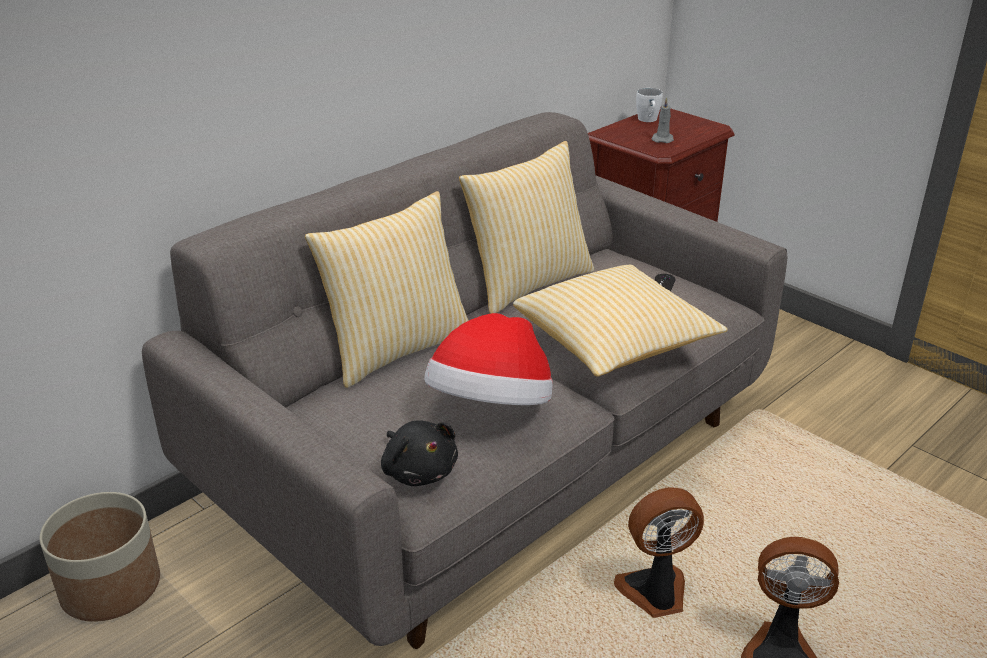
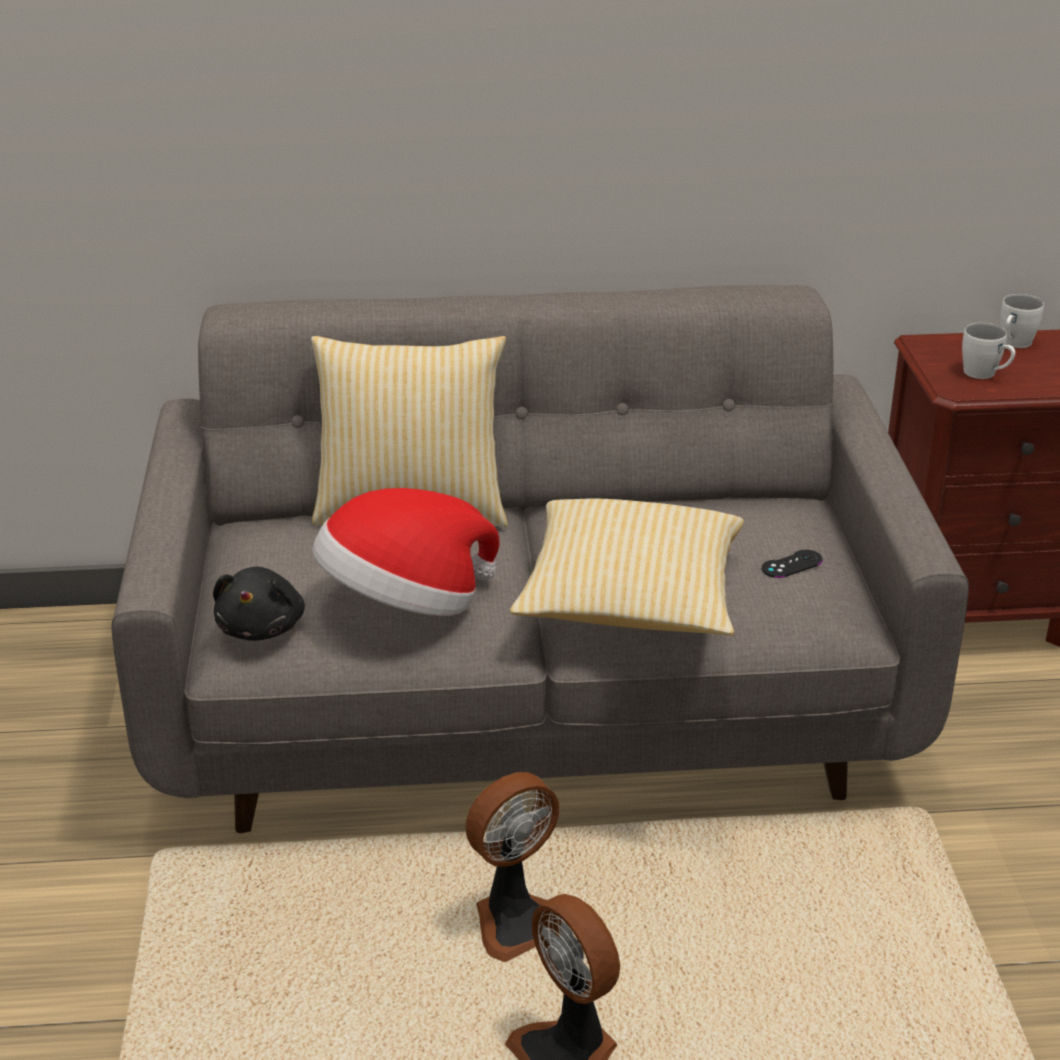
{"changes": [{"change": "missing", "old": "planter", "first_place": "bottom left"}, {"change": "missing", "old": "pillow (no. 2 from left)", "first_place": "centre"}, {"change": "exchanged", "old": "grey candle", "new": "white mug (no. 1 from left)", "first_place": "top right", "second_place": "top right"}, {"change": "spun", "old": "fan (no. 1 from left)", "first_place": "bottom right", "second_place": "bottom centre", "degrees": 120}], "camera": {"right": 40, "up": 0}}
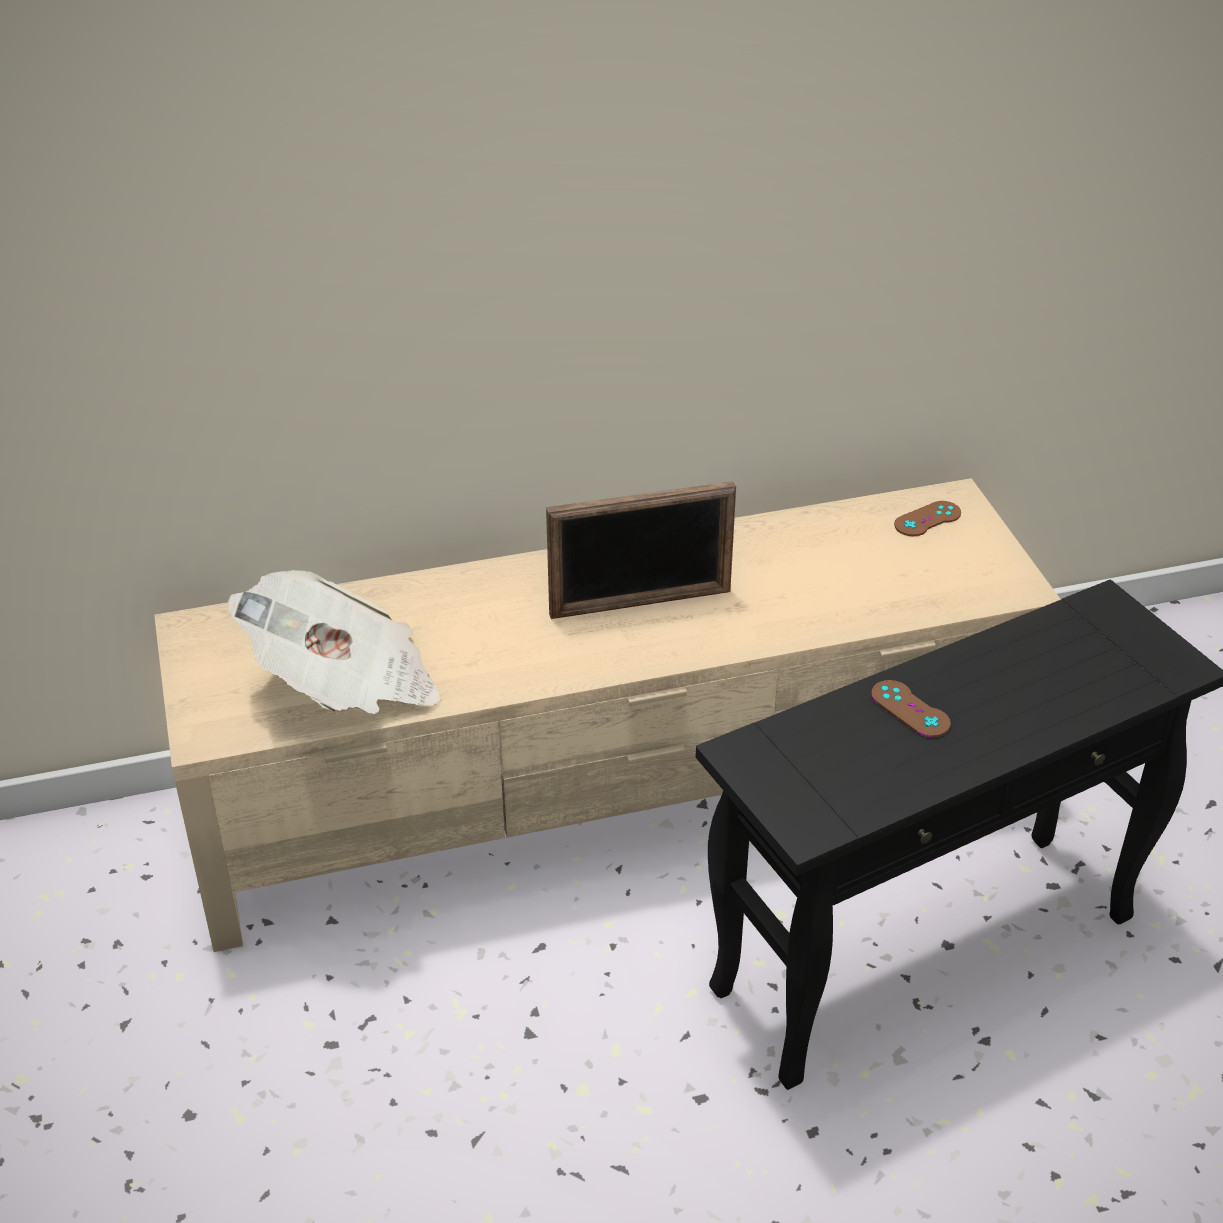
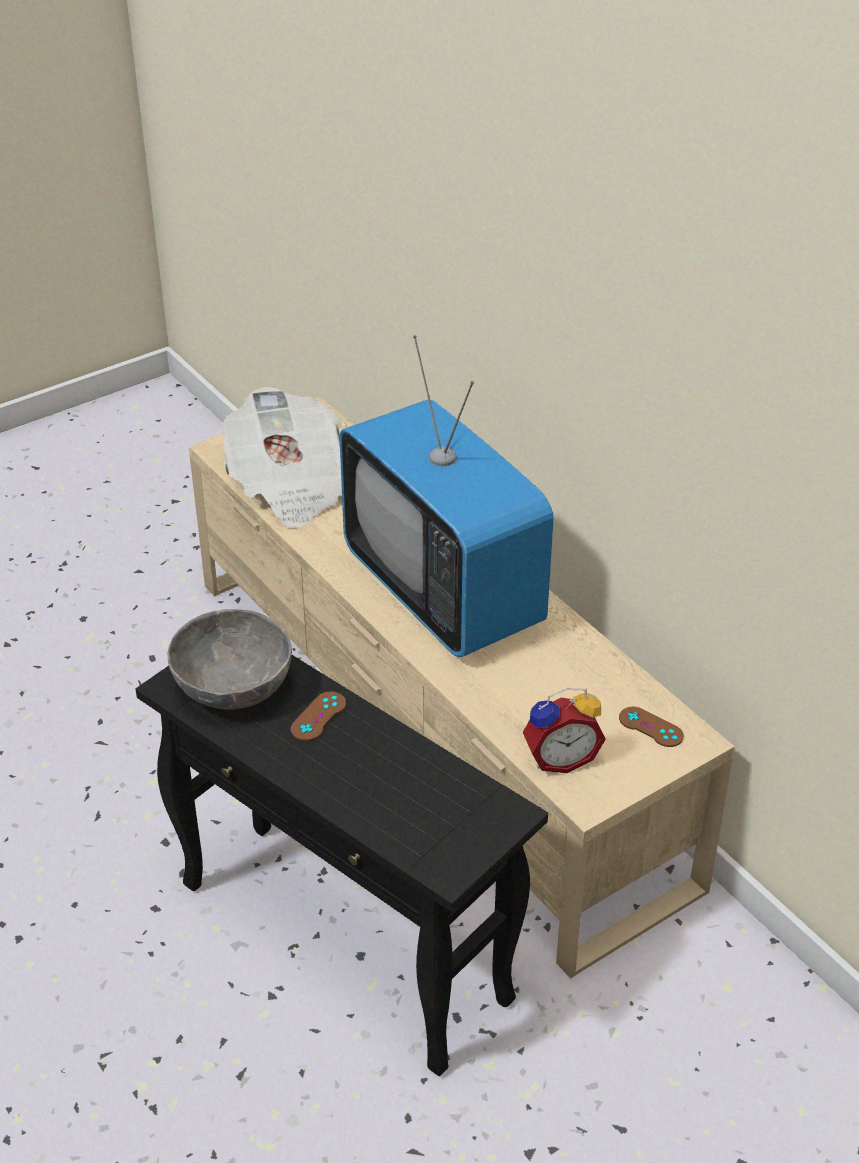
{"changes": [{"change": "appeared", "new": "grey bowl", "second_place": "middle left"}, {"change": "appeared", "new": "alarm clock", "second_place": "centre"}, {"change": "exchanged", "old": "picture frame", "new": "television", "first_place": "centre", "second_place": "centre"}], "camera": {"right": 70, "up": 0}}
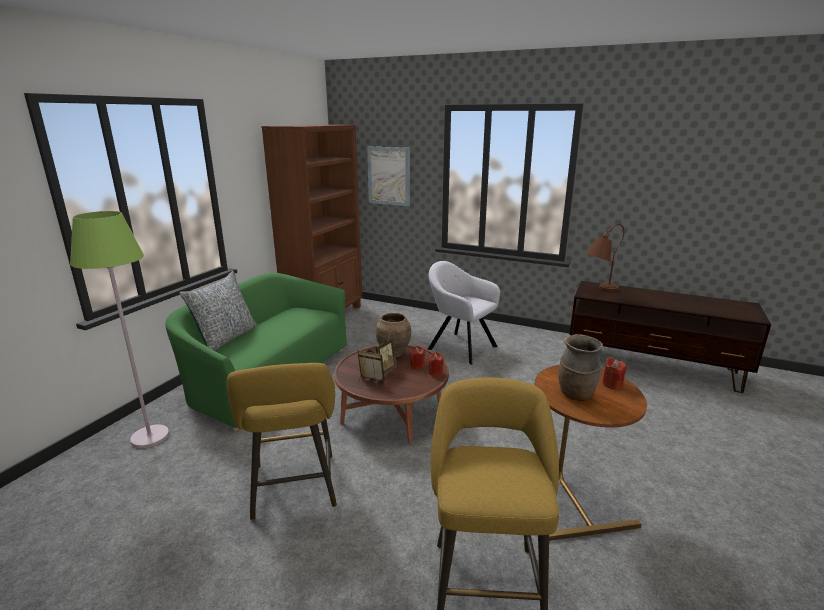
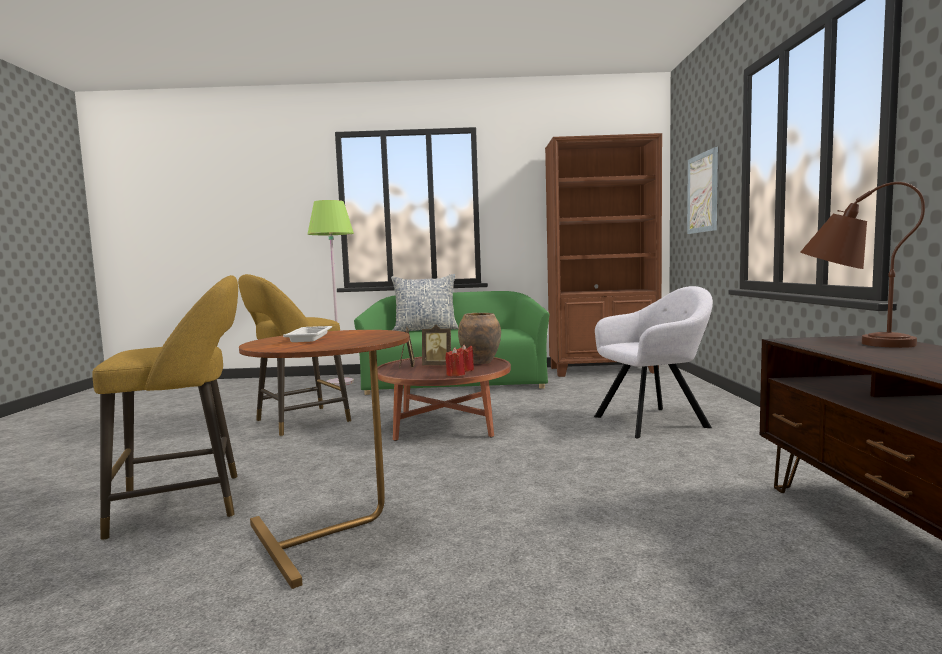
{"changes": [{"change": "missing", "old": "red candle (no. 3 from left)", "first_place": "middle right"}, {"change": "exchanged", "old": "brown vase (no. 2 from left)", "new": "white tray", "first_place": "middle right", "second_place": "middle left"}, {"change": "spun", "old": "grey armchair", "first_place": "centre", "second_place": "middle right", "degrees": 60}], "camera": {"right": 65, "up": -15}}
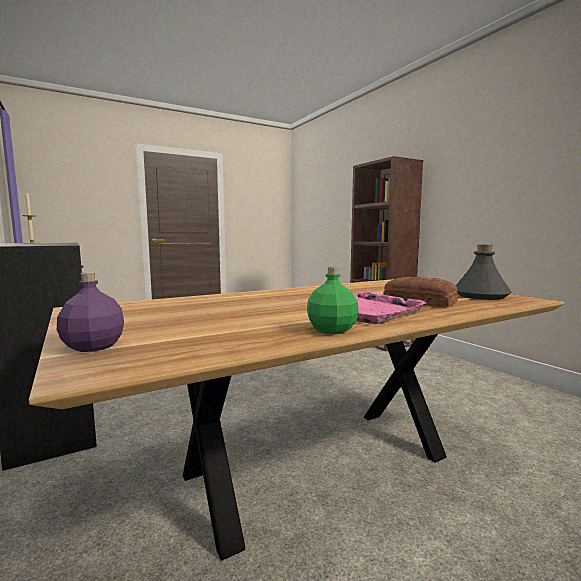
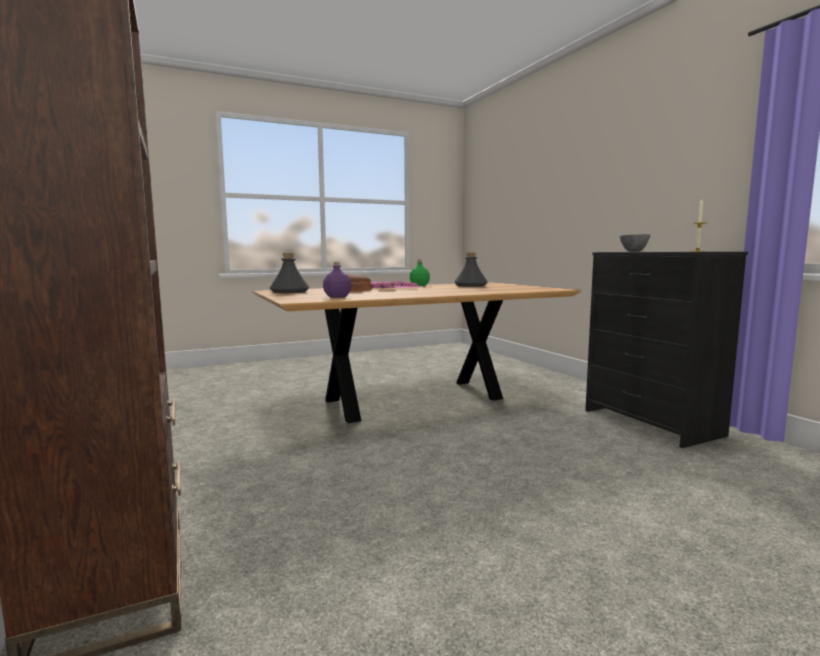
{"changes": [{"change": "appeared", "new": "grey bottle (no. 2 from left)", "second_place": "centre"}, {"change": "appeared", "new": "grey bowl", "second_place": "middle right"}, {"change": "relocated", "old": "purple bottle", "first_place": "middle left", "second_place": "centre"}], "camera": {"right": -175, "up": 0}}
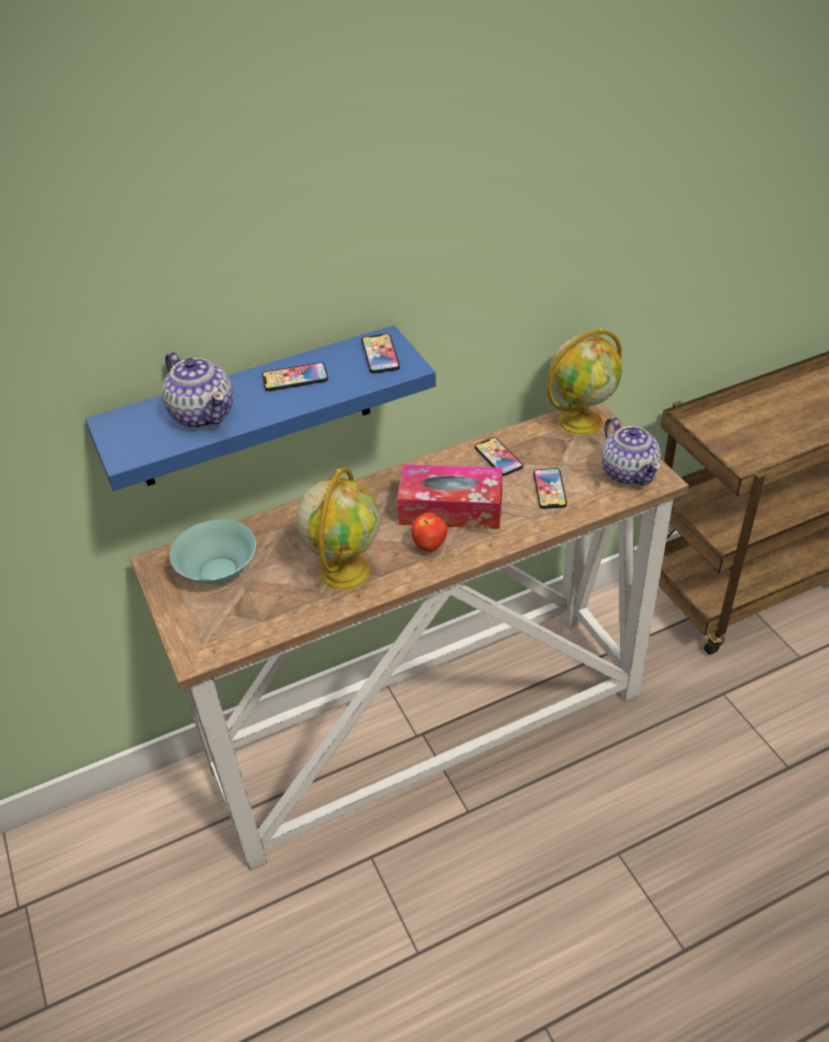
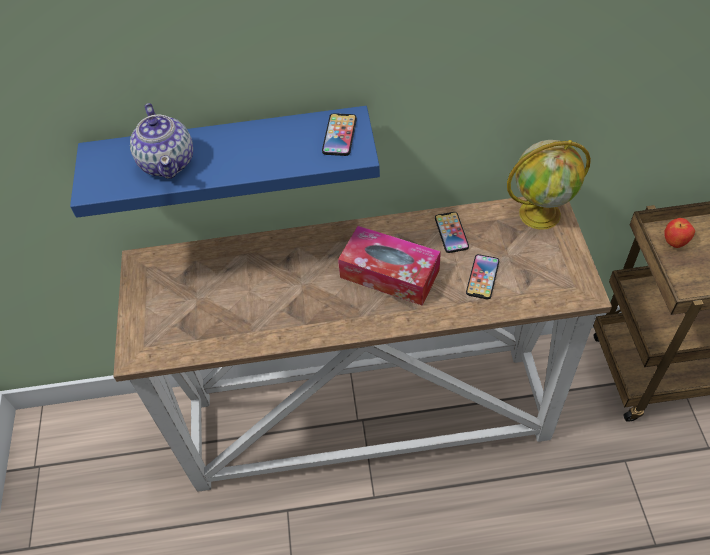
{"changes": [{"change": "missing", "old": "turquoise bowl", "first_place": "middle left"}, {"change": "missing", "old": "phone (no. 1 from left)", "first_place": "centre"}, {"change": "missing", "old": "globe (no. 1 from left)", "first_place": "centre"}, {"change": "missing", "old": "teapot (no. 2 from left)", "first_place": "middle right"}, {"change": "relocated", "old": "apple", "first_place": "centre", "second_place": "middle right"}], "camera": {"right": 20, "up": 10}}
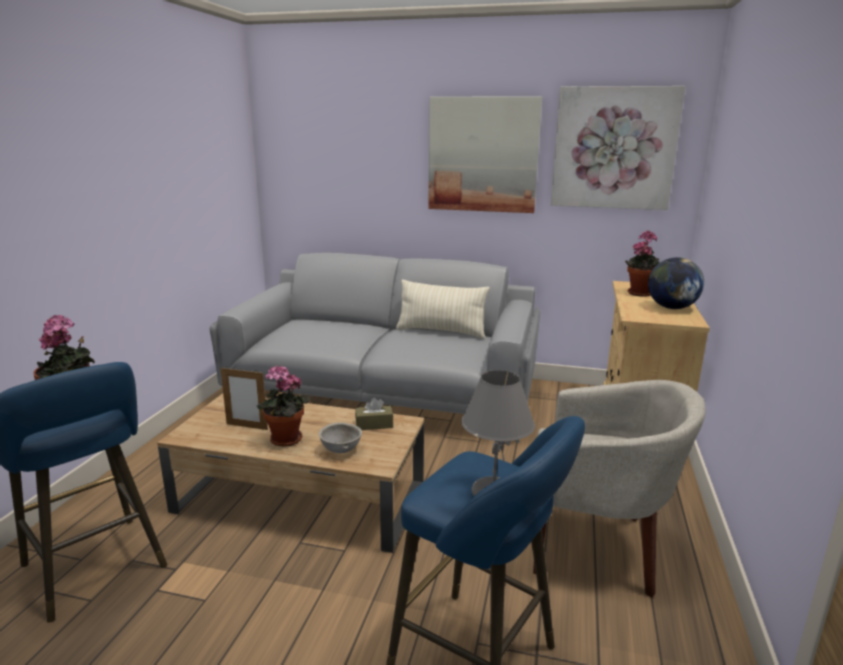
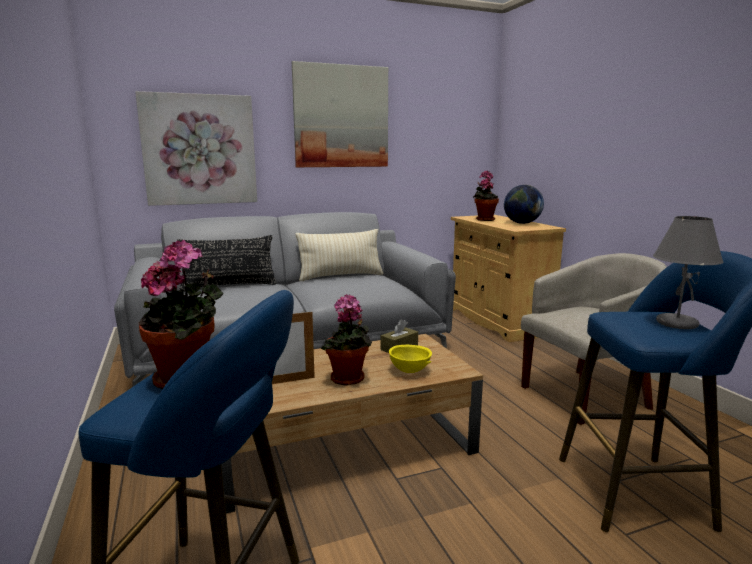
{"changes": [{"change": "appeared", "new": "black pillow", "second_place": "middle left"}, {"change": "relocated", "old": "picture (no. 2 from left in the first image)", "new": "picture (no. 1 from left)", "first_place": "top right", "second_place": "top left"}, {"change": "colour", "old": "grey bowl", "new": "yellow bowl", "first_place": "centre", "second_place": "centre"}], "camera": {"right": -35, "up": -5}}
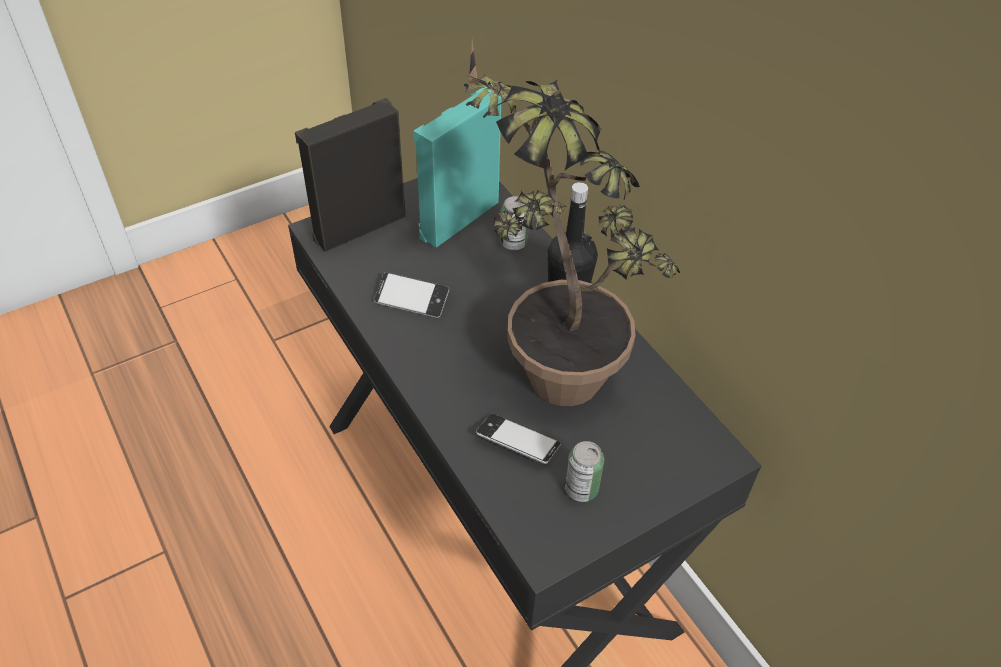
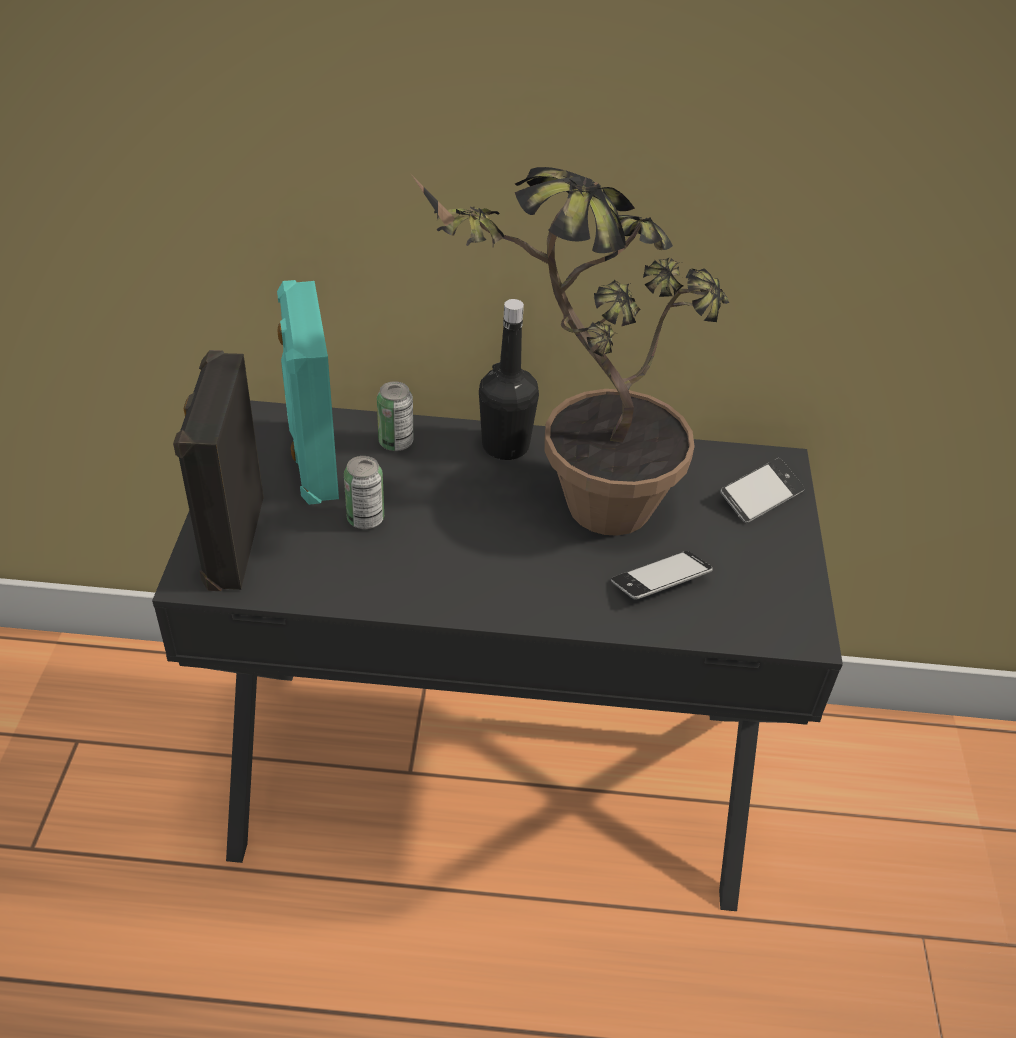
{"changes": [{"change": "relocated", "old": "phone (no. 1 from left in the first image)", "new": "phone (no. 2 from left)", "first_place": "centre", "second_place": "middle right"}, {"change": "relocated", "old": "can (no. 2 from left in the first image)", "new": "can (no. 1 from left)", "first_place": "bottom centre", "second_place": "centre"}], "camera": {"right": -55, "up": -5}}
